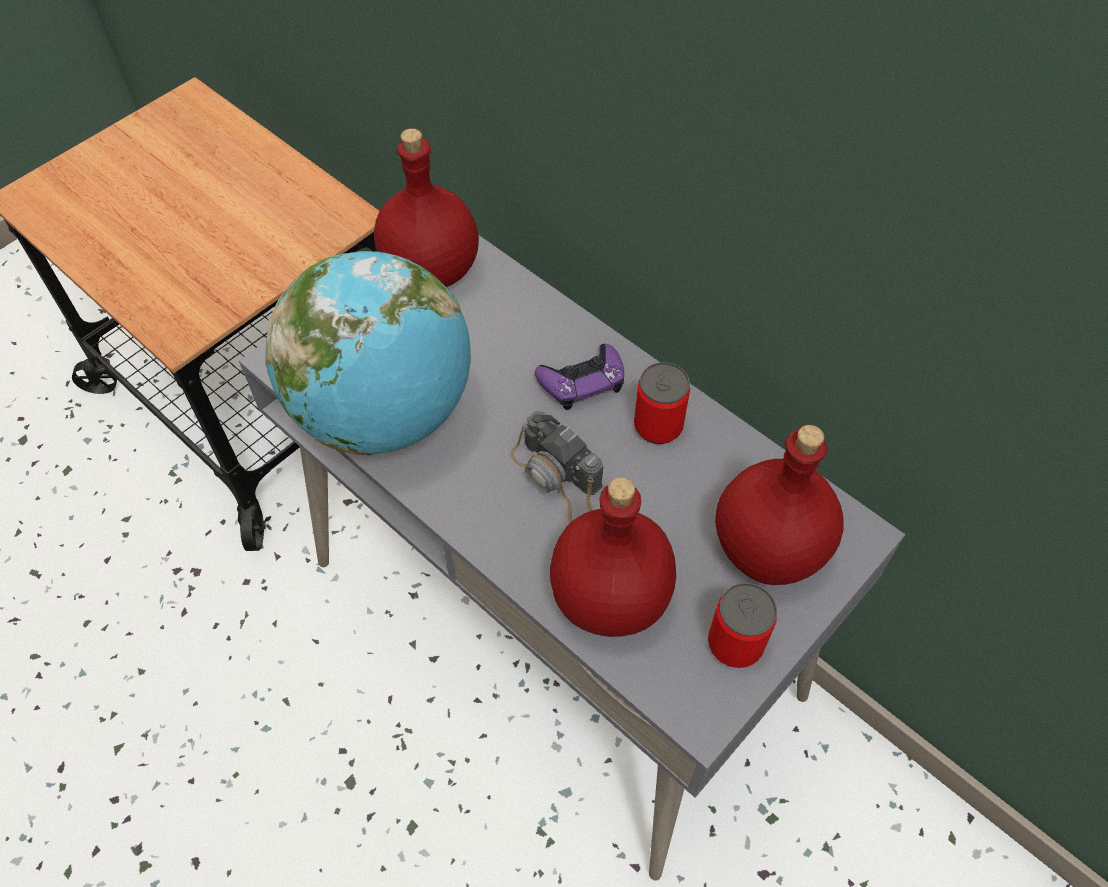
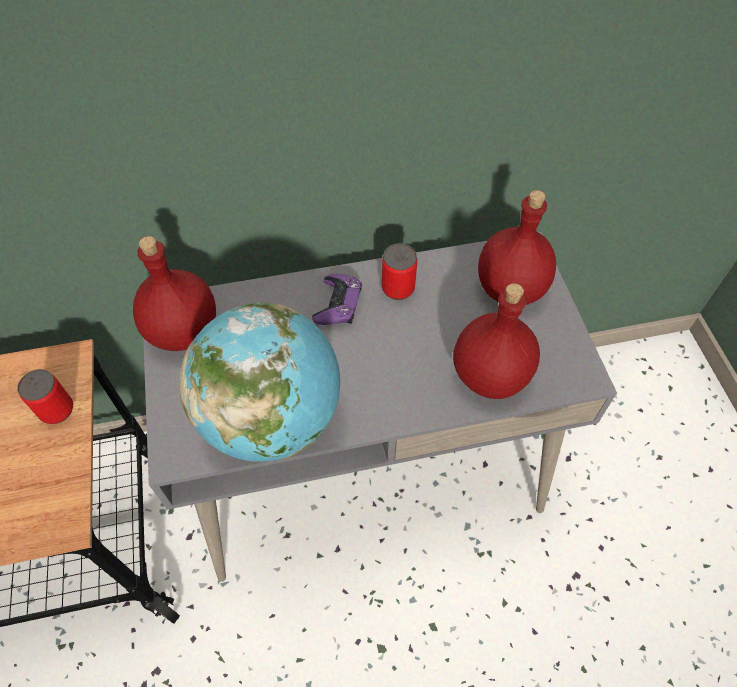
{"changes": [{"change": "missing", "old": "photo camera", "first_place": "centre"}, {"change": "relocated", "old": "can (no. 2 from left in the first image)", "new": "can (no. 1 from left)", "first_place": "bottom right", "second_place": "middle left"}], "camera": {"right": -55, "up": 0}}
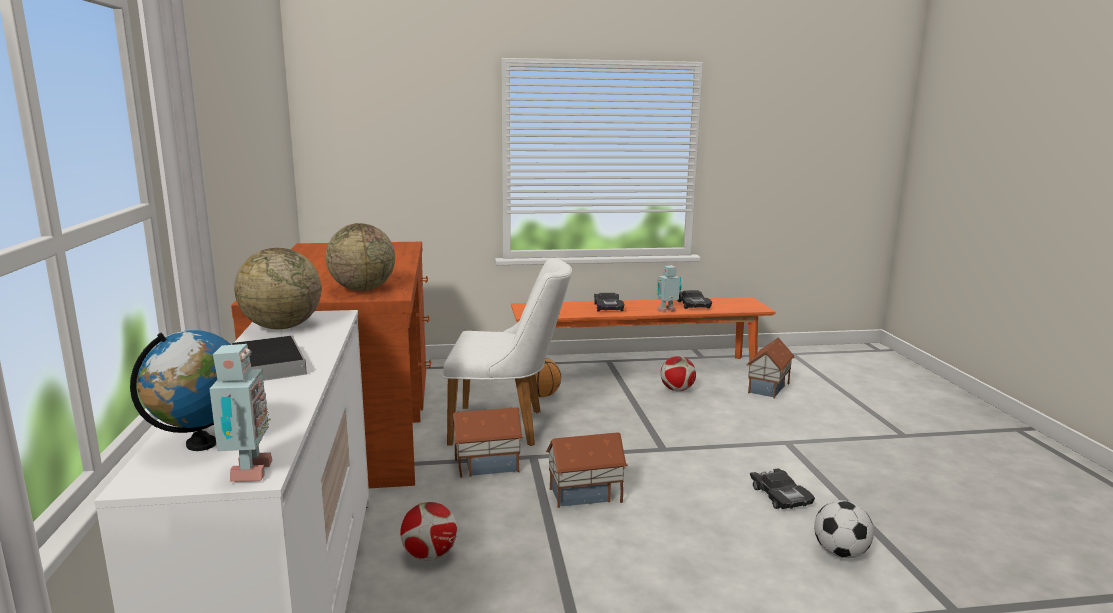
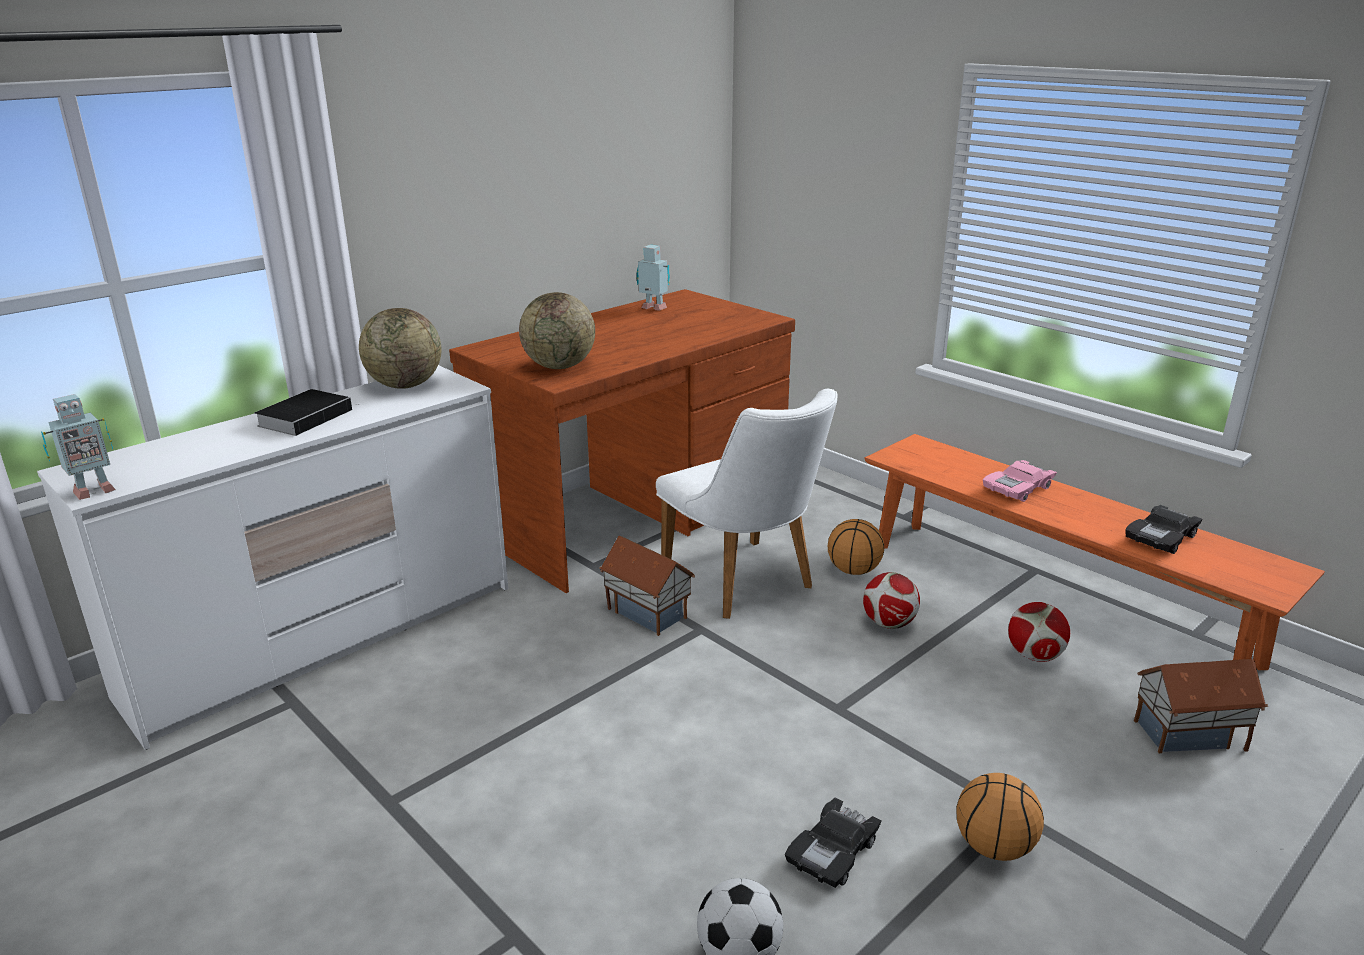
{"changes": [{"change": "missing", "old": "globe (no. 1 from left)", "first_place": "middle left"}, {"change": "missing", "old": "toy house (no. 2 from left)", "first_place": "bottom centre"}, {"change": "appeared", "new": "basketball (no. 2 from left)", "second_place": "bottom right"}, {"change": "relocated", "old": "football (no. 1 from left in the first image)", "new": "football (no. 2 from left)", "first_place": "bottom centre", "second_place": "centre"}, {"change": "relocated", "old": "toy robot (no. 2 from left)", "first_place": "centre", "second_place": "top centre"}, {"change": "colour", "old": "black toy car (no. 1 from left)", "new": "pink toy car", "first_place": "centre", "second_place": "middle right"}], "camera": {"right": 55, "up": 10}}
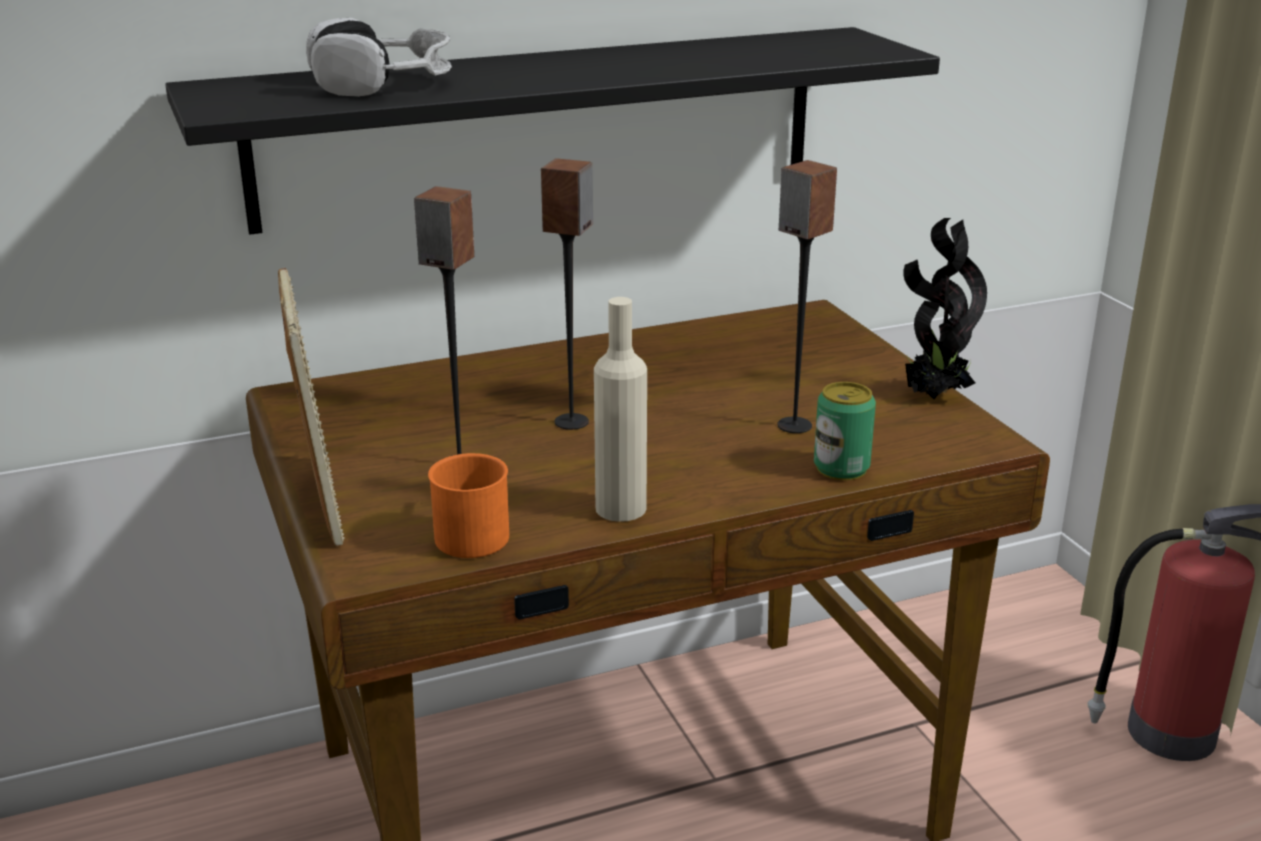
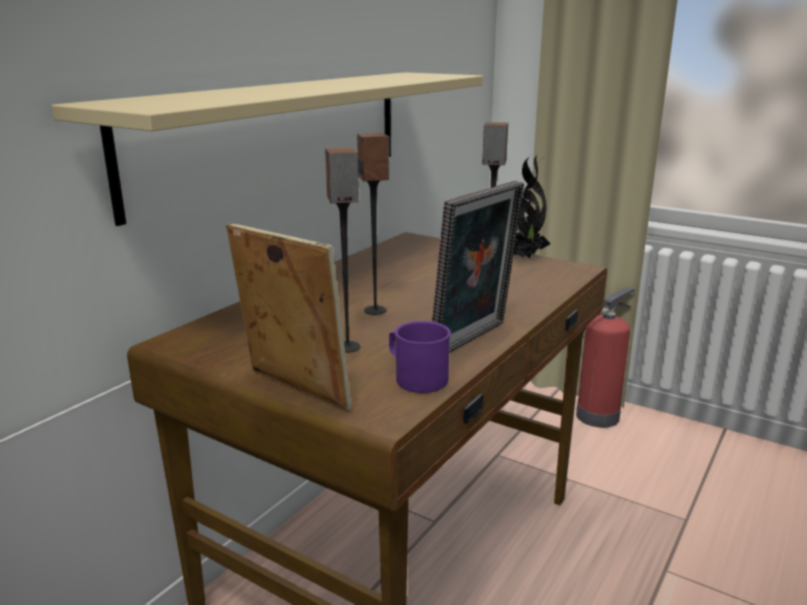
{"changes": [{"change": "missing", "old": "headphones", "first_place": "top left"}, {"change": "missing", "old": "can", "first_place": "middle right"}, {"change": "exchanged", "old": "beige bottle", "new": "picture frame (no. 2 from left)", "first_place": "centre", "second_place": "centre"}, {"change": "colour", "old": "black shelf", "new": "beige shelf", "first_place": "top centre", "second_place": "top left"}, {"change": "colour", "old": "orange mug", "new": "purple mug", "first_place": "centre", "second_place": "centre"}], "camera": {"right": -35, "up": -5}}
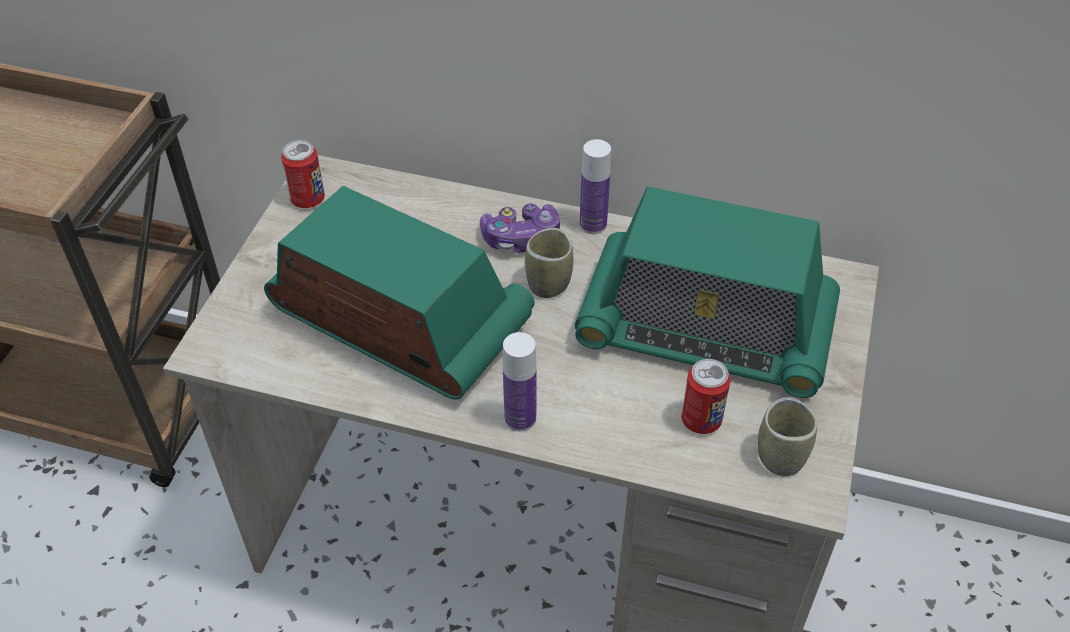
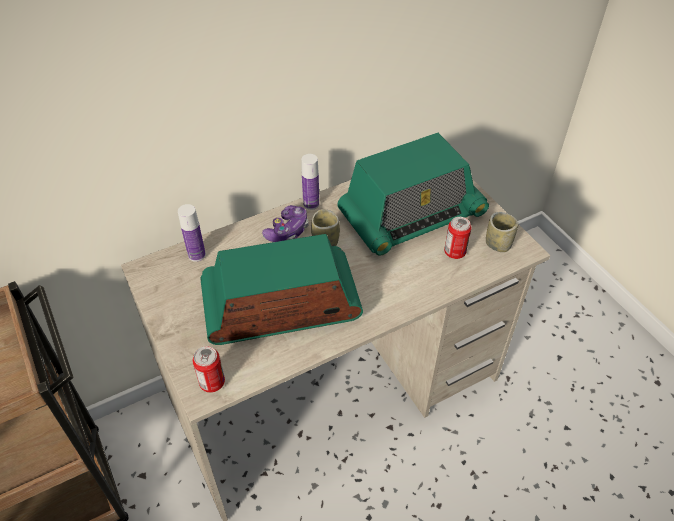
{"changes": [{"change": "relocated", "old": "can (no. 1 from left)", "first_place": "top left", "second_place": "bottom left"}, {"change": "relocated", "old": "bottle (no. 1 from left)", "first_place": "centre", "second_place": "middle left"}], "camera": {"right": -45, "up": 0}}
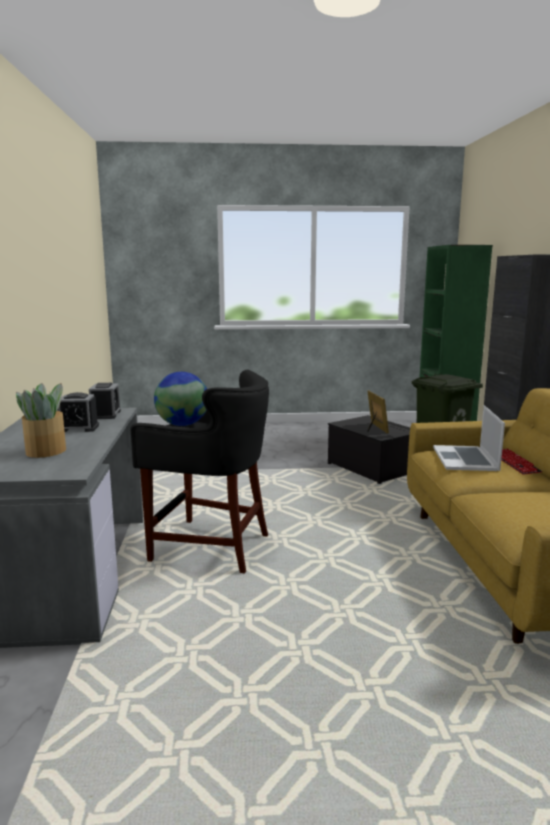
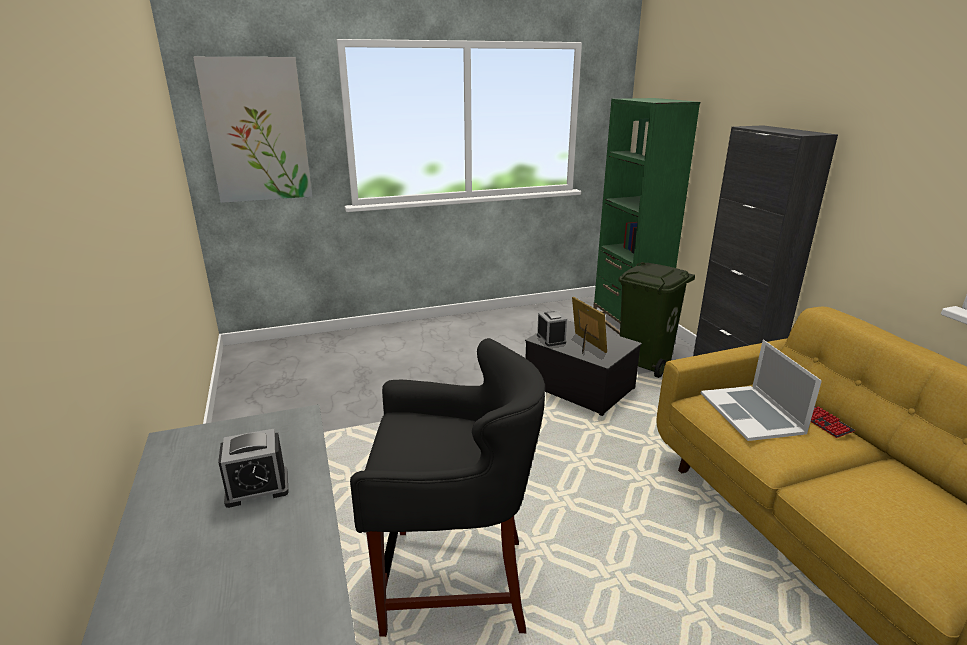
{"changes": [{"change": "missing", "old": "potted plant", "first_place": "middle left"}, {"change": "missing", "old": "globe", "first_place": "middle left"}, {"change": "appeared", "new": "picture", "second_place": "top left"}, {"change": "relocated", "old": "alarm clock (no. 2 from left)", "first_place": "middle left", "second_place": "centre"}], "camera": {"right": -15, "up": 10}}
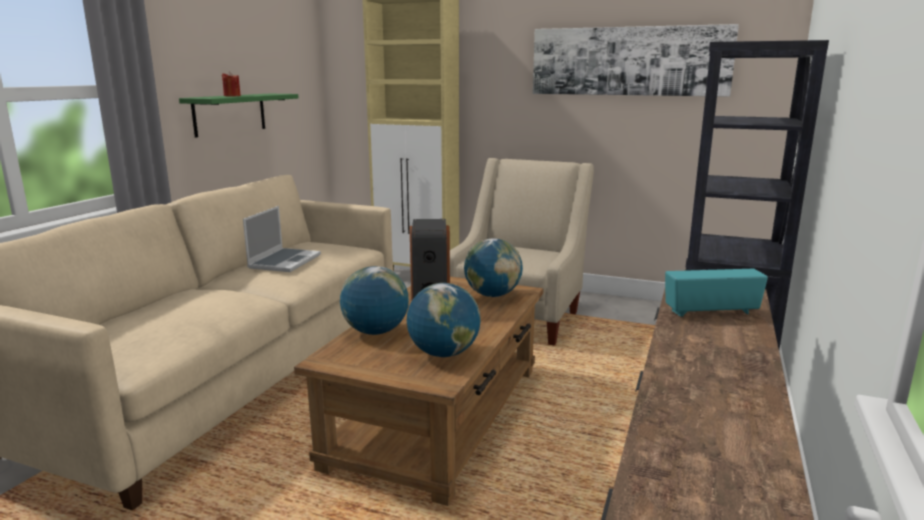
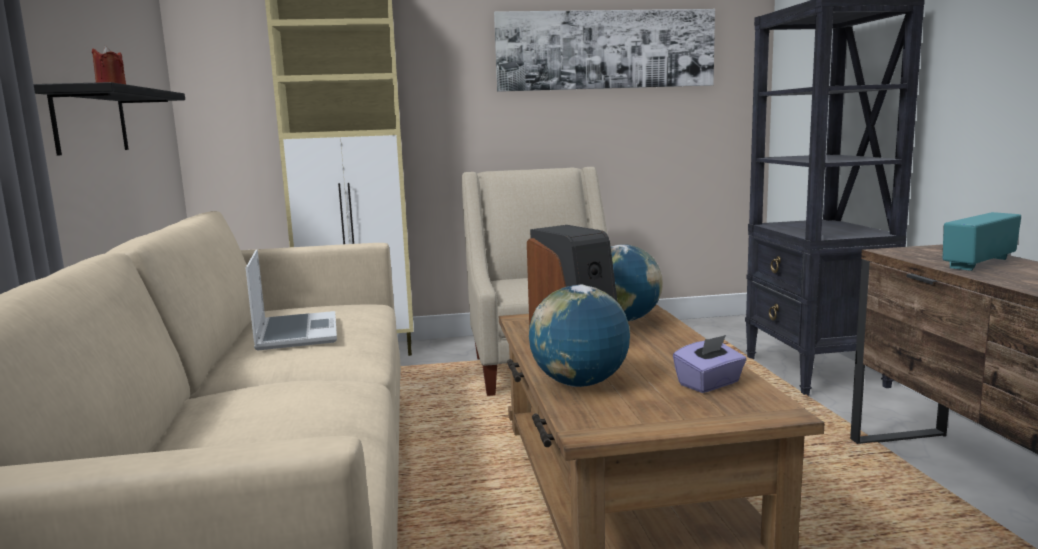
{"changes": [{"change": "exchanged", "old": "globe (no. 2 from left)", "new": "purple tissue box", "first_place": "centre", "second_place": "middle right"}, {"change": "colour", "old": "green shelf", "new": "black shelf", "first_place": "top left", "second_place": "top left"}], "camera": {"right": -30, "up": -5}}
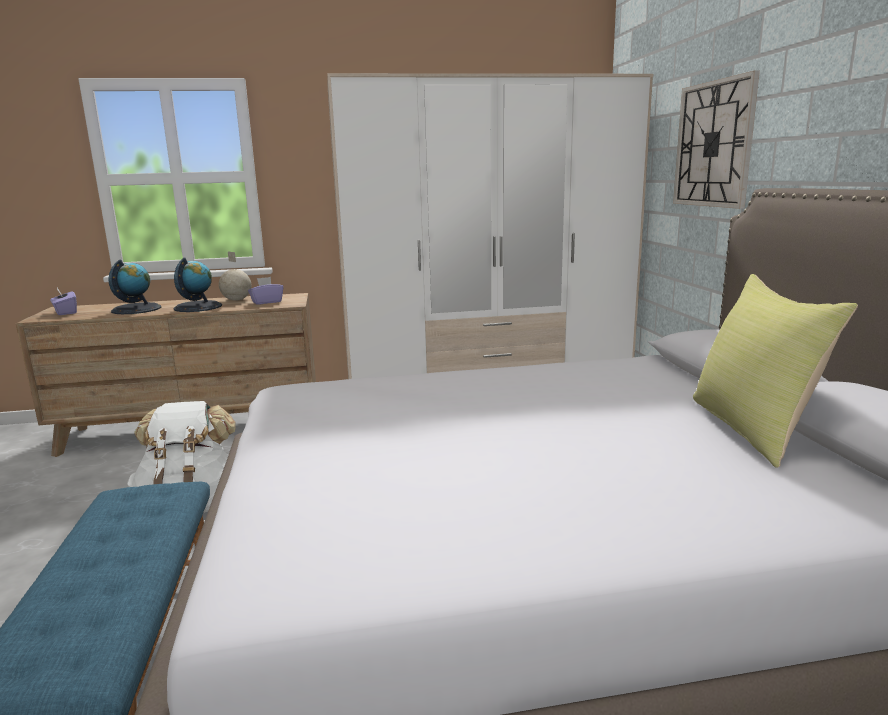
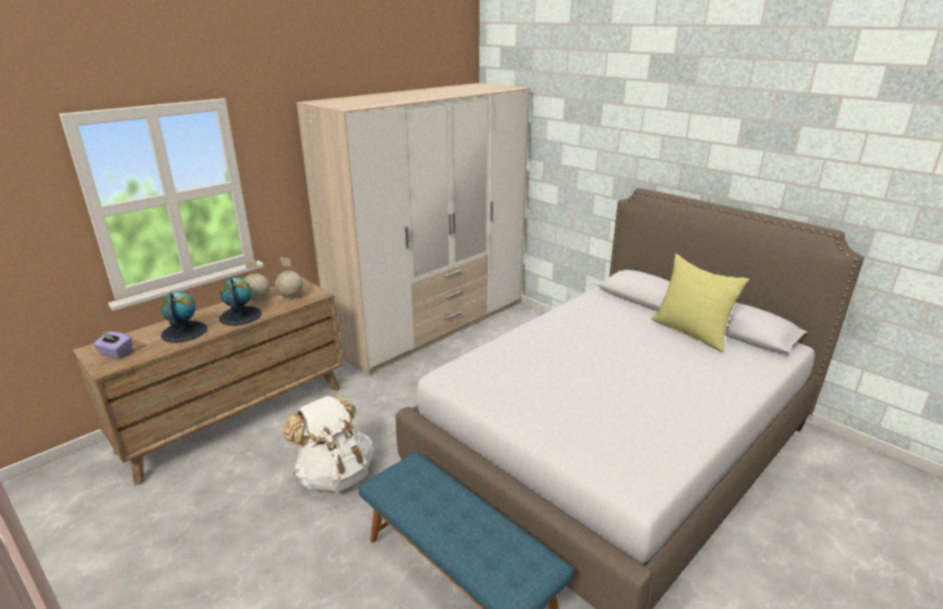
{"changes": [{"change": "missing", "old": "wall clock", "first_place": "top right"}, {"change": "exchanged", "old": "purple tissue box (no. 2 from left)", "new": "globe (no. 4 from left)", "first_place": "middle left", "second_place": "middle left"}], "camera": {"right": -35, "up": 10}}
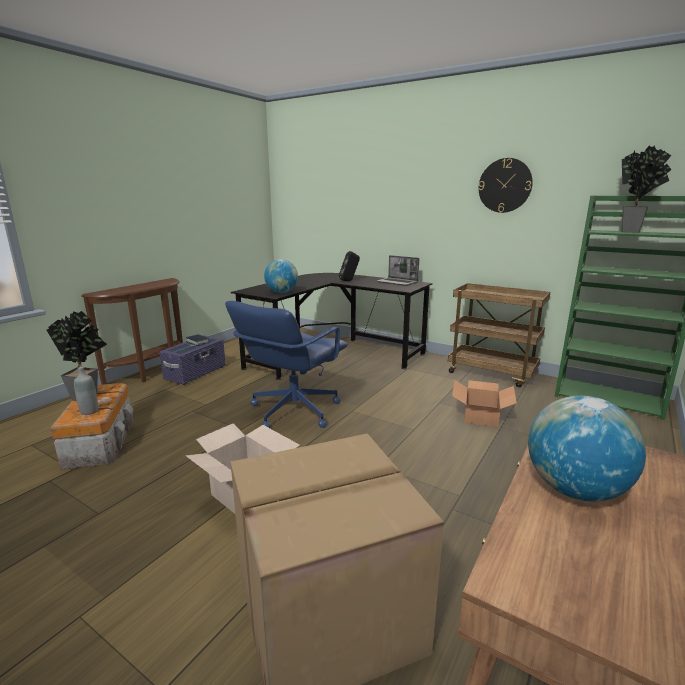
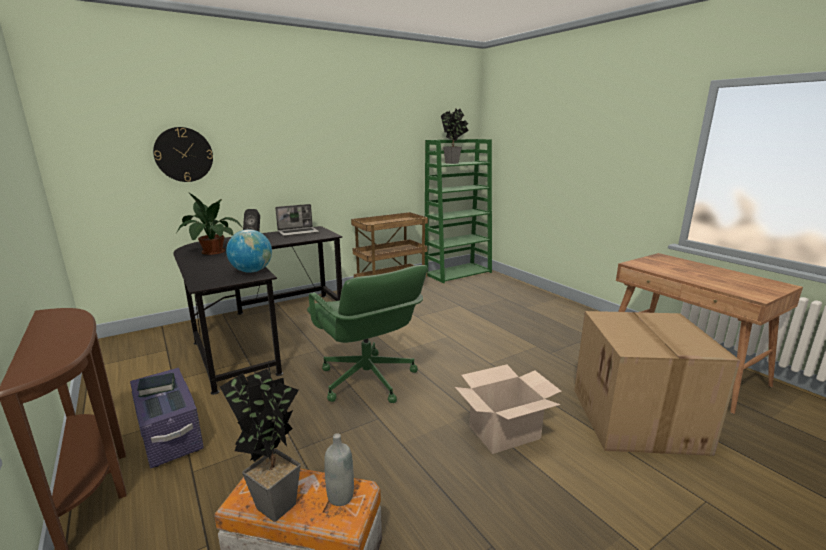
{"changes": [{"change": "missing", "old": "cardboard box (no. 3 from left)", "first_place": "middle right"}, {"change": "missing", "old": "globe (no. 2 from left)", "first_place": "middle right"}, {"change": "appeared", "new": "potted plant (no. 1 from left)", "second_place": "middle left"}, {"change": "relocated", "old": "wall clock", "first_place": "top right", "second_place": "top left"}, {"change": "colour", "old": "blue office chair", "new": "green office chair", "first_place": "centre", "second_place": "centre"}], "camera": {"right": -65, "up": 0}}
